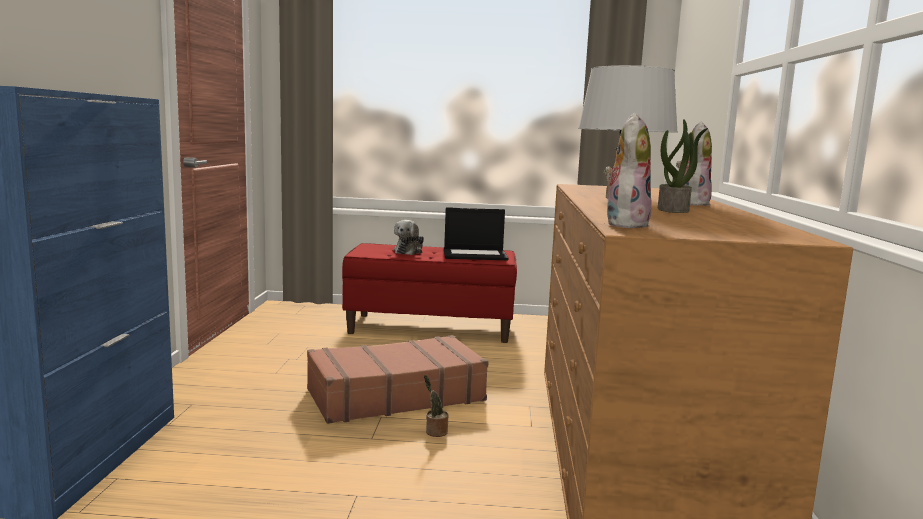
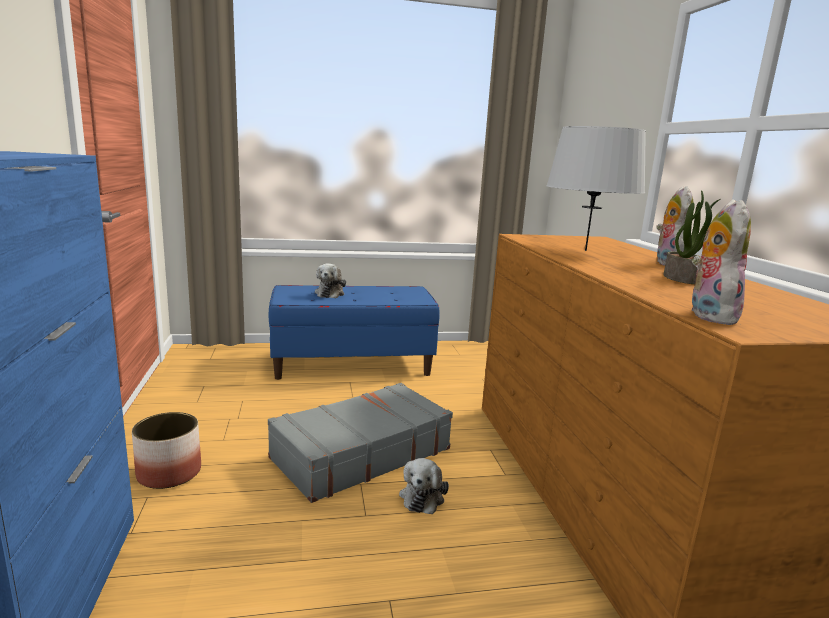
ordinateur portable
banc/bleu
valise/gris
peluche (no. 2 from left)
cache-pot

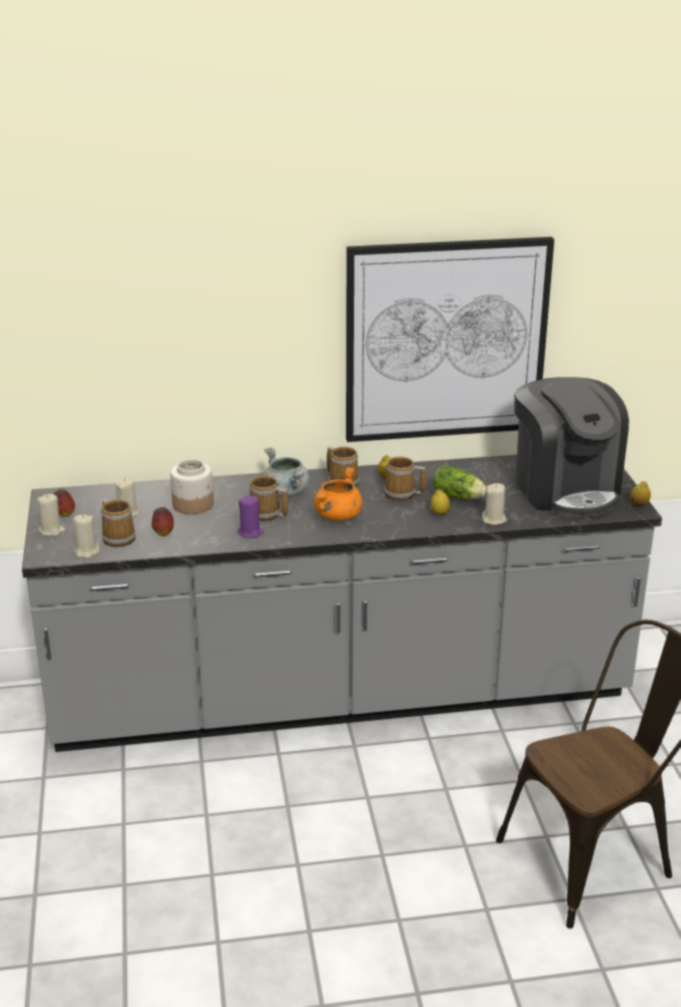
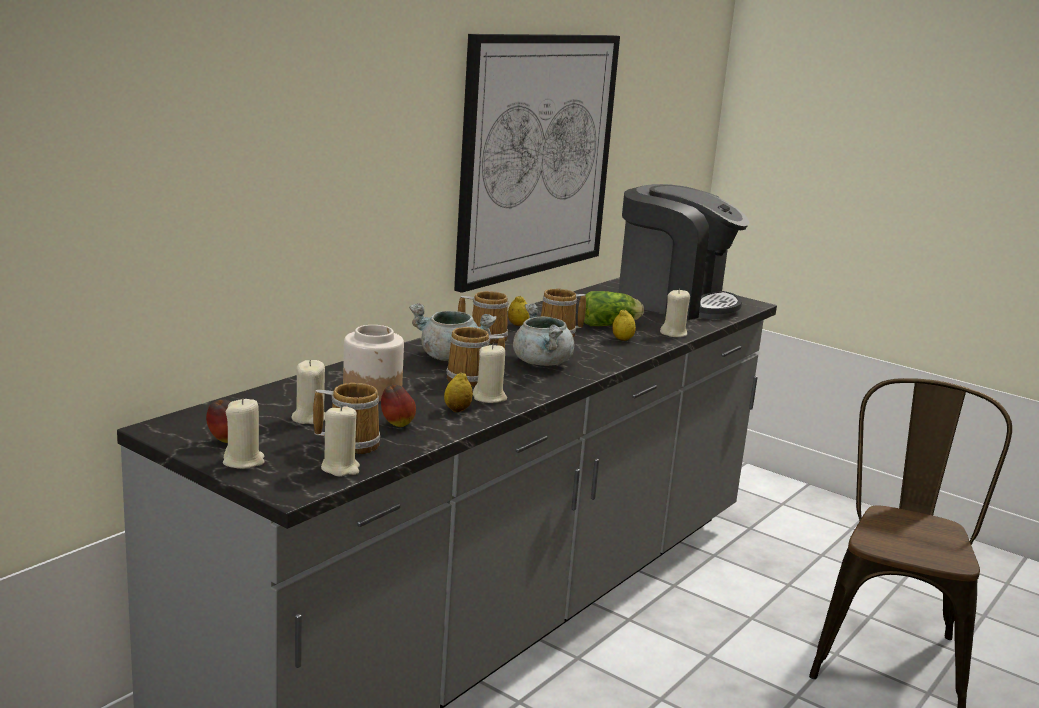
marmite/gris (no. 2 from left)
citron (no. 1 from left)
bougie/beige (no. 4 from left)

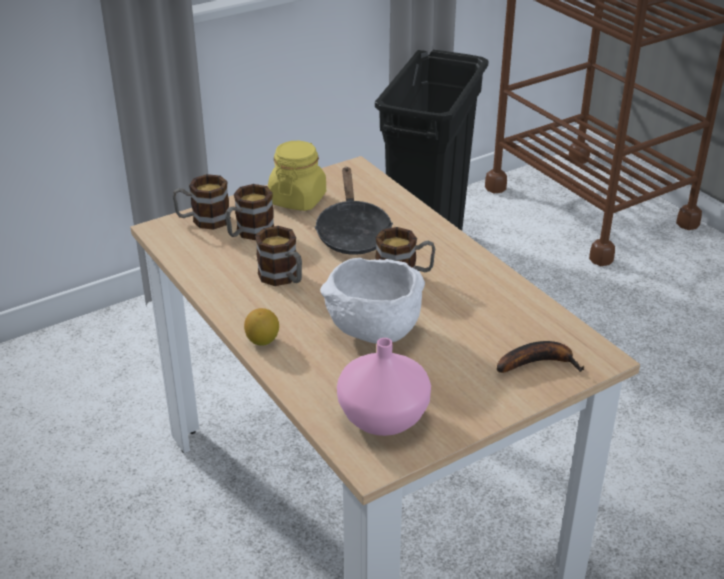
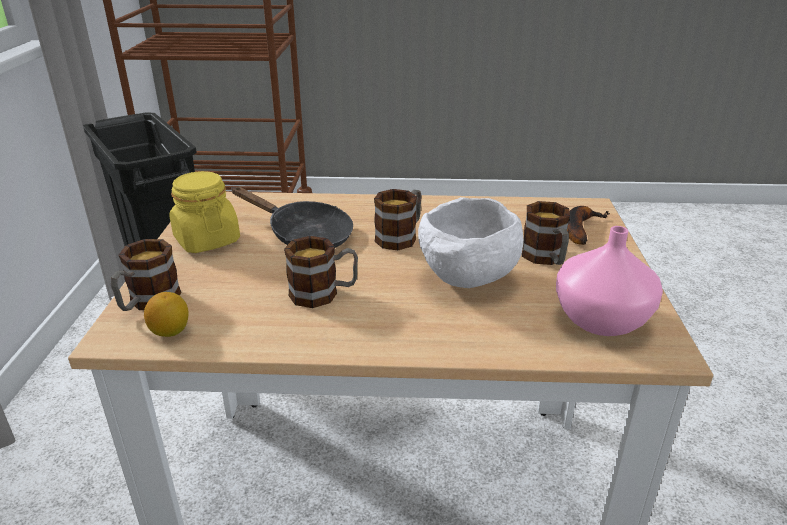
mug (no. 4 from left)
citron

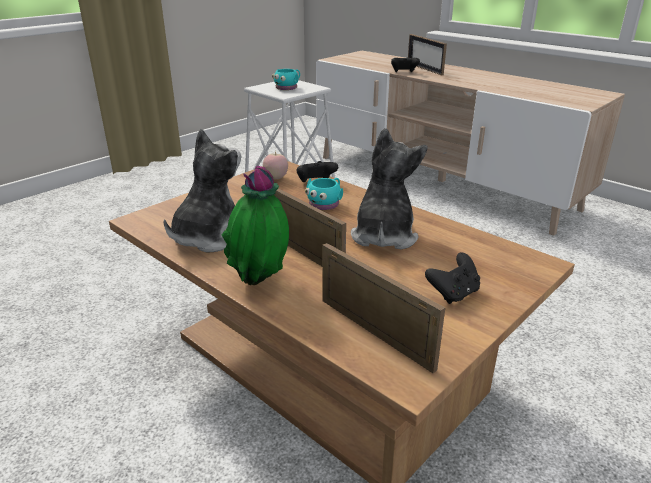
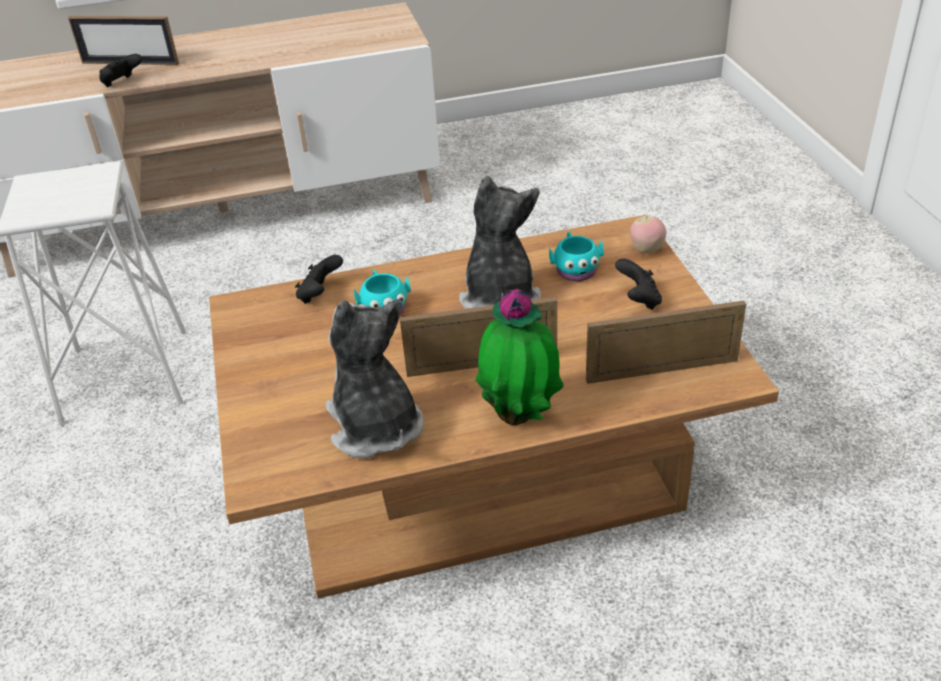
mug/turquoise (no. 2 from left)
peluche (no. 2 from left)
pomme

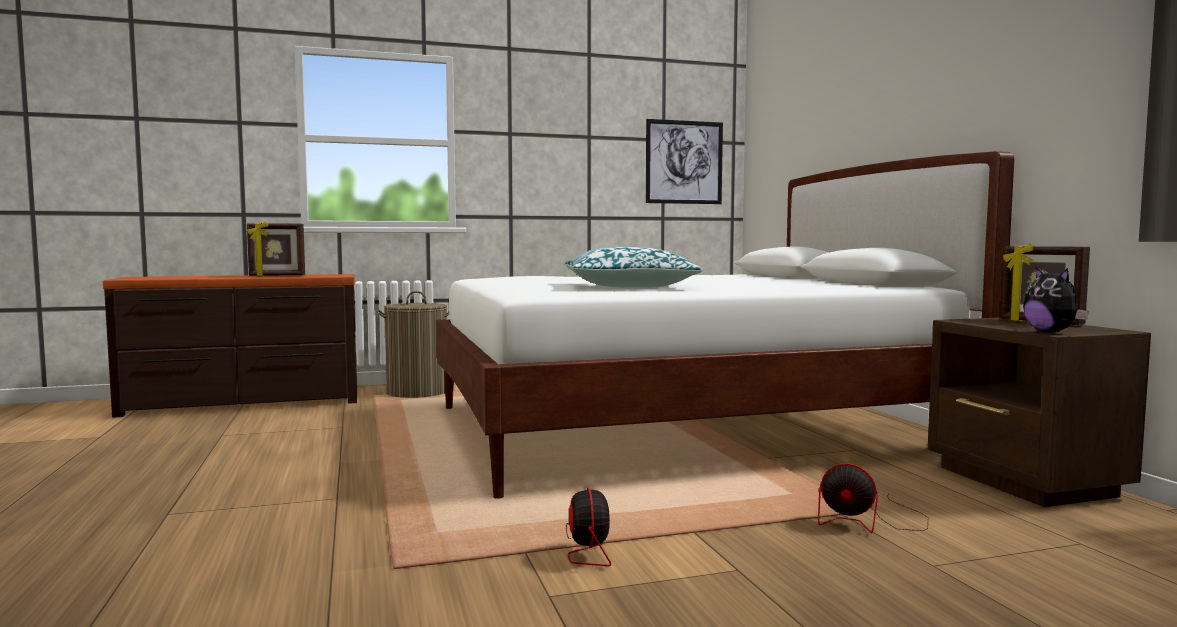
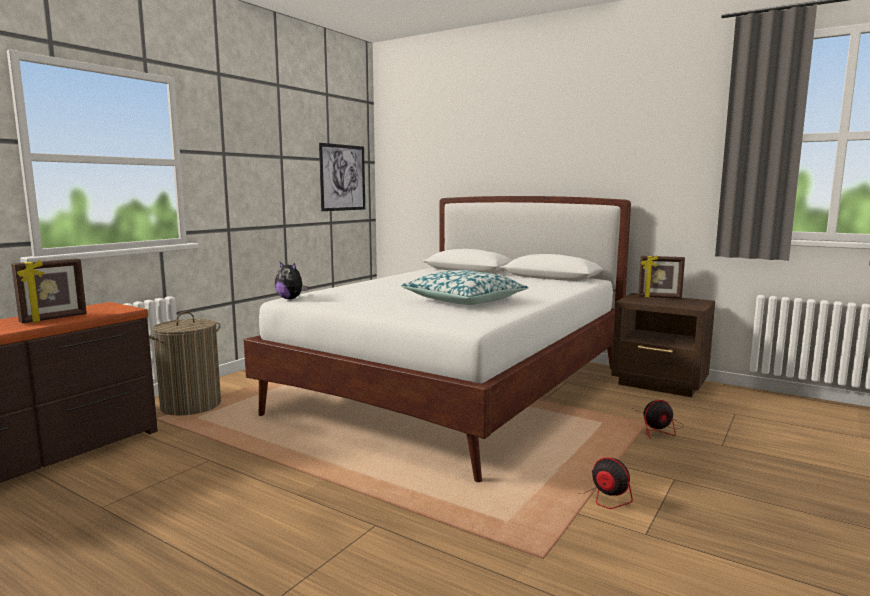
peluche

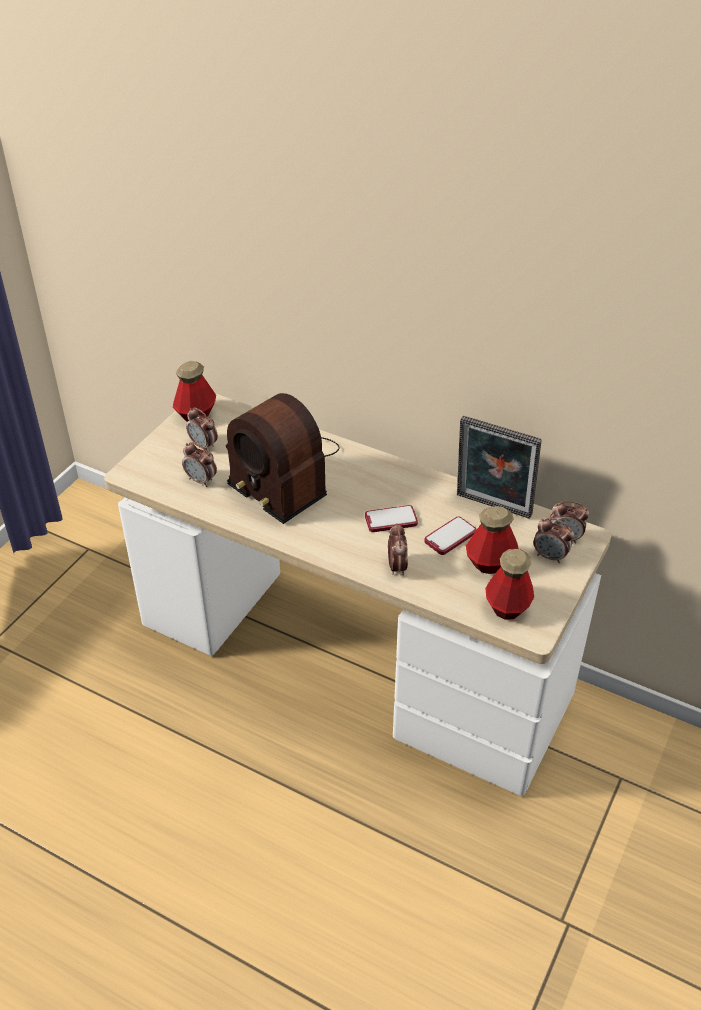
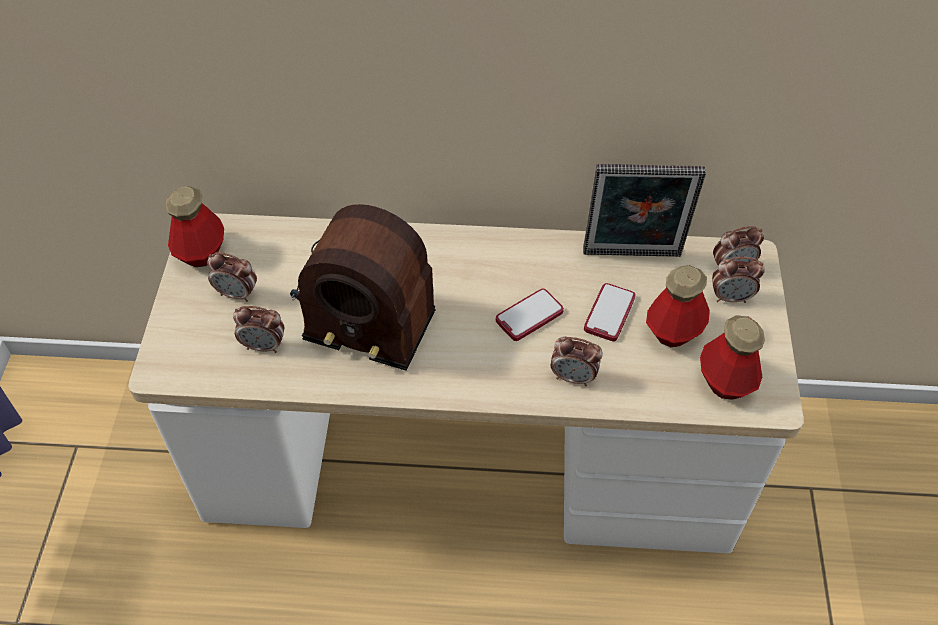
réveil (no. 3 from left)

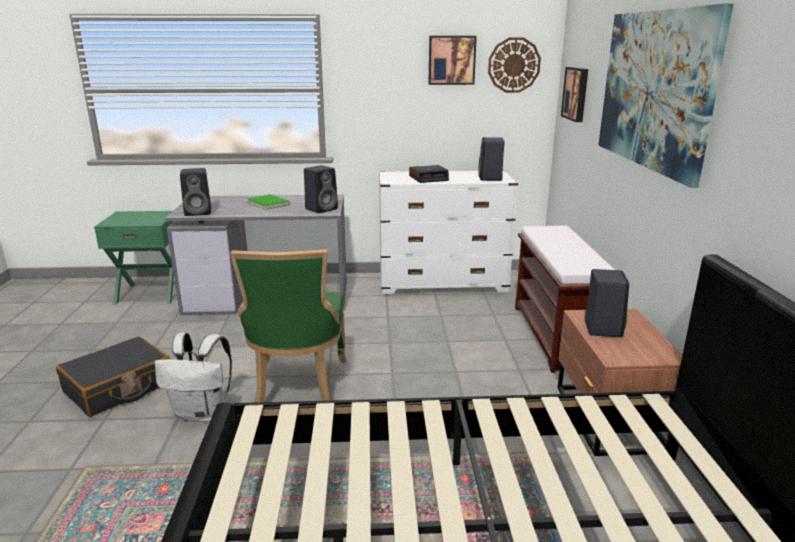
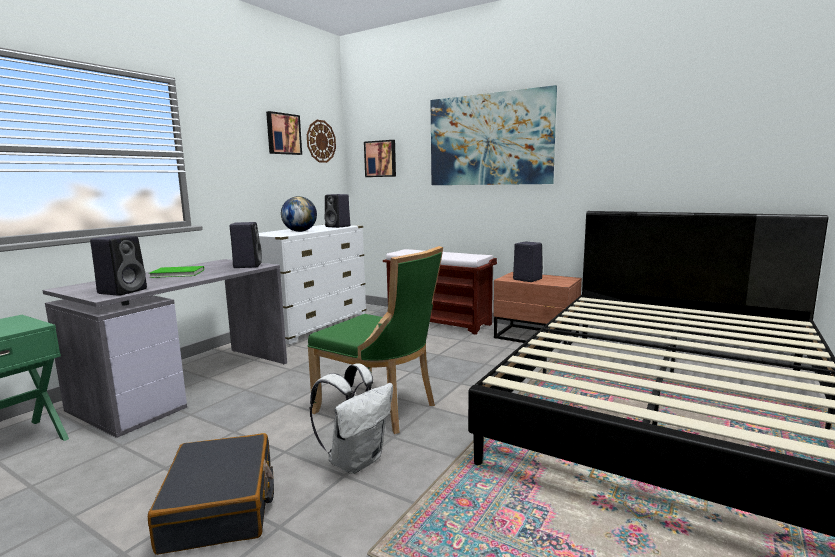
globe

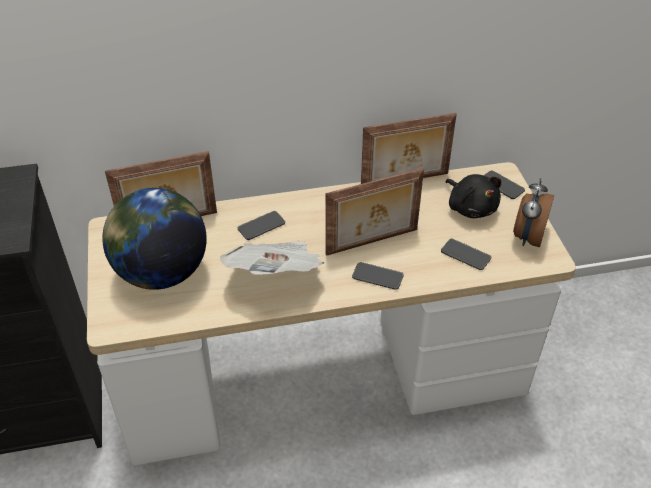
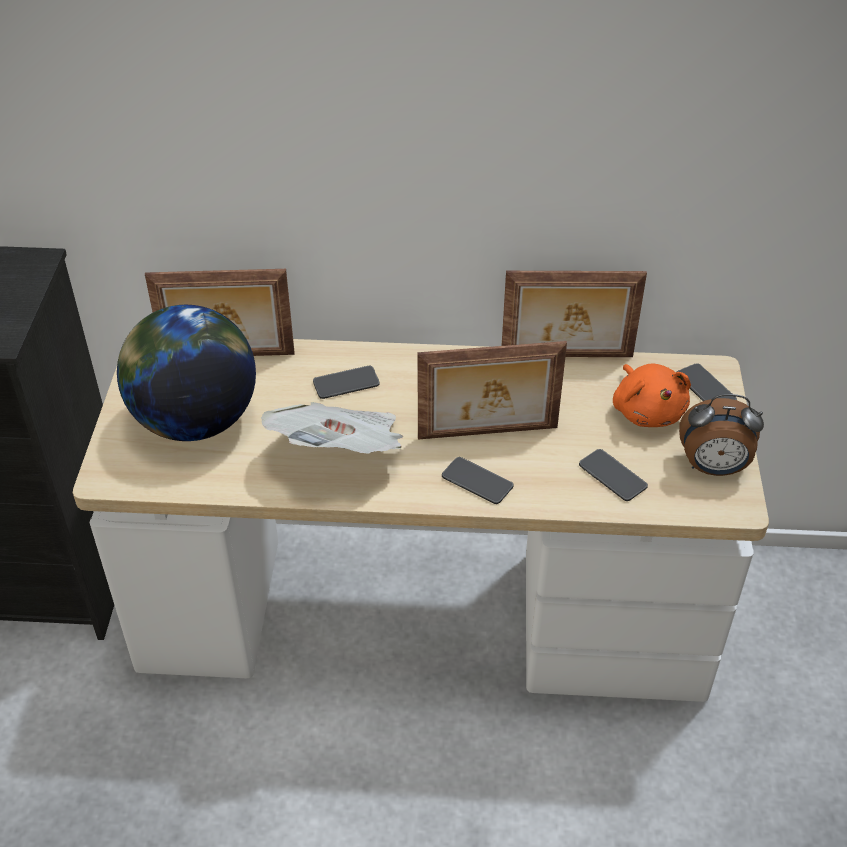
peluche/orange
réveil

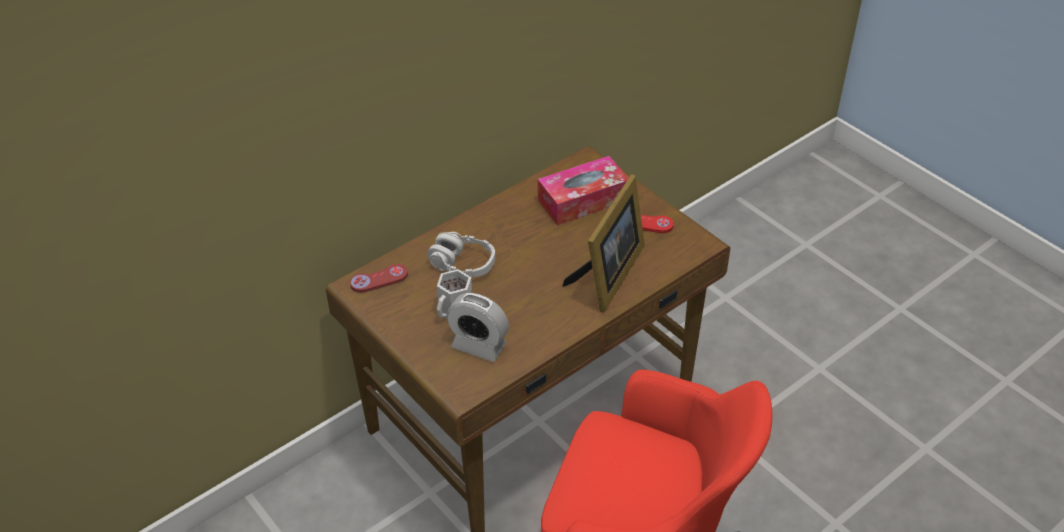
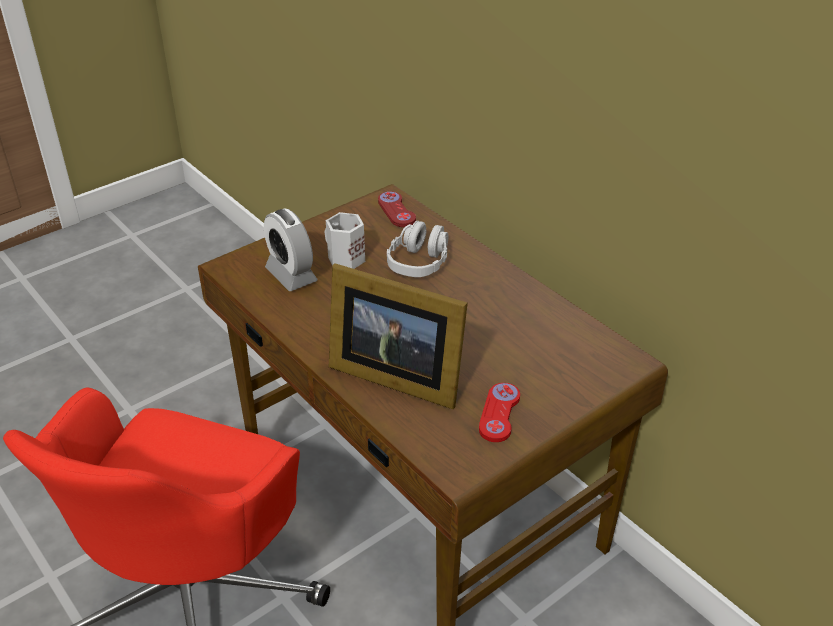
boîte à mouchoirs
réveil

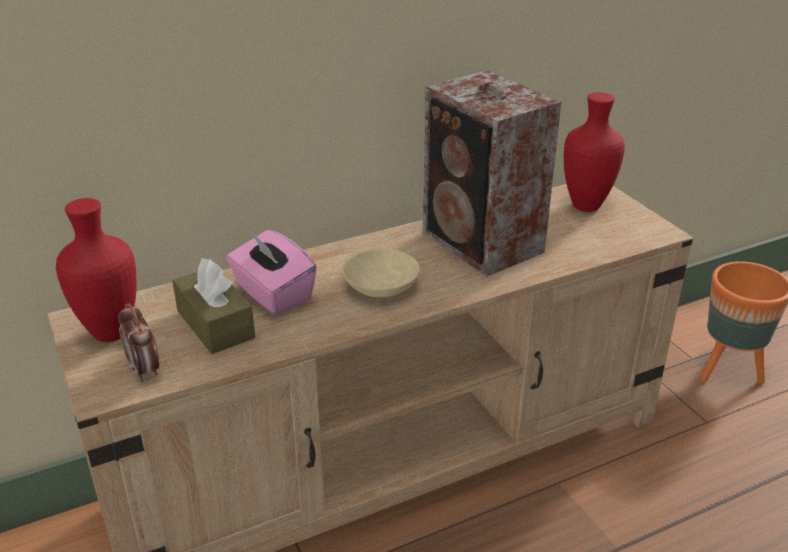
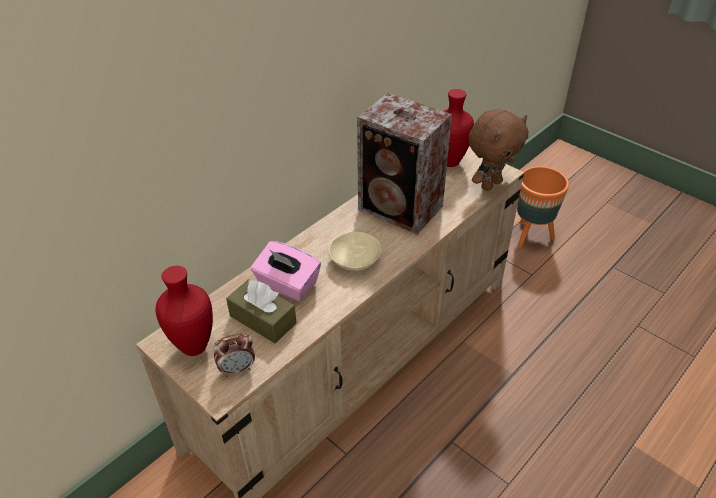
réveil
peluche/marron

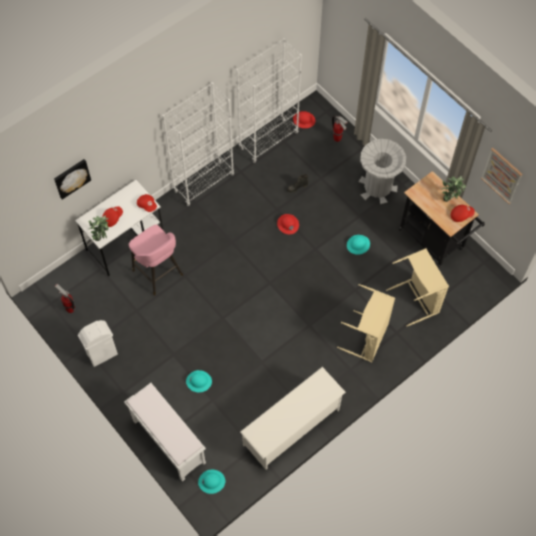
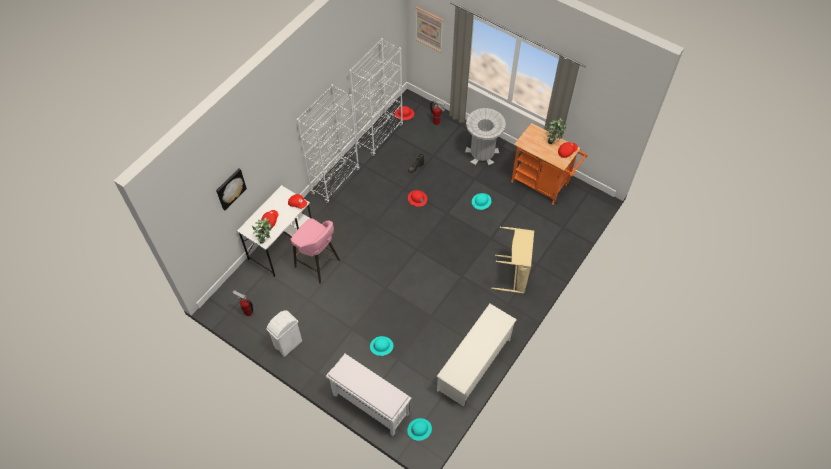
tableau (no. 2 from left)
chariot/orange
panier à linge/beige (no. 2 from left in the first image)

